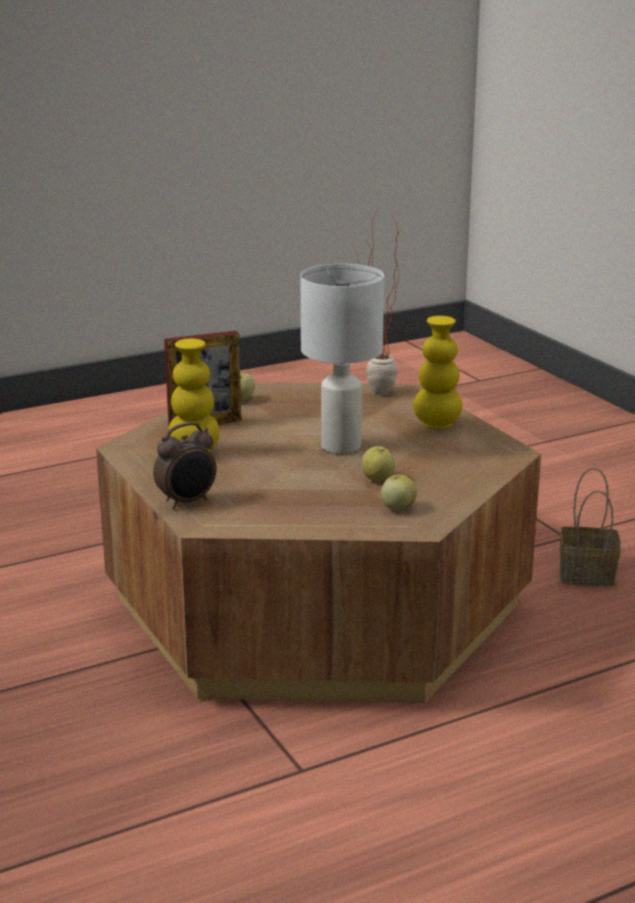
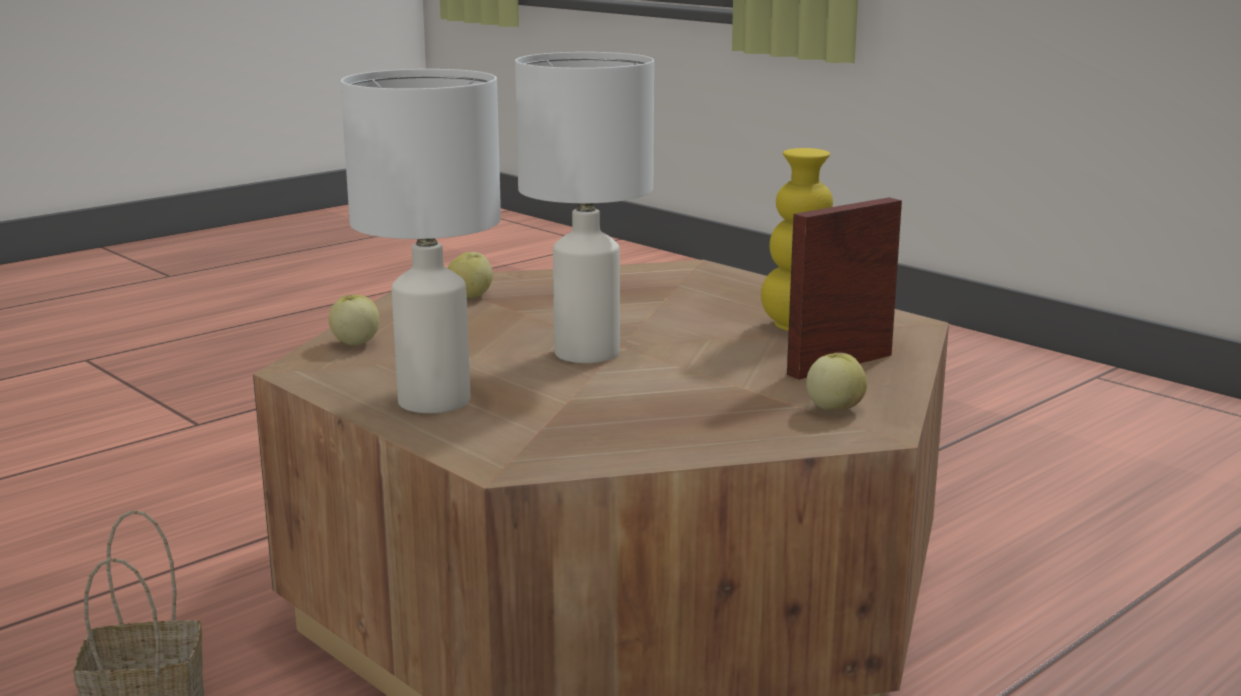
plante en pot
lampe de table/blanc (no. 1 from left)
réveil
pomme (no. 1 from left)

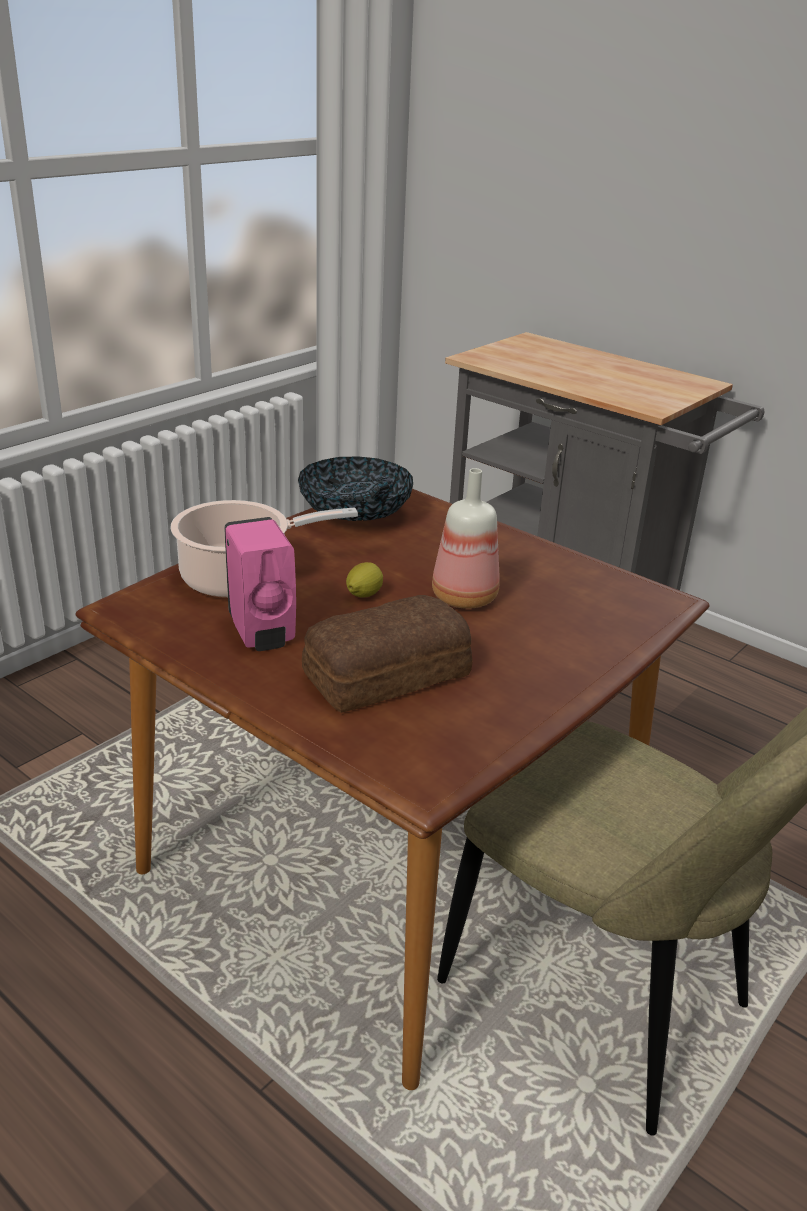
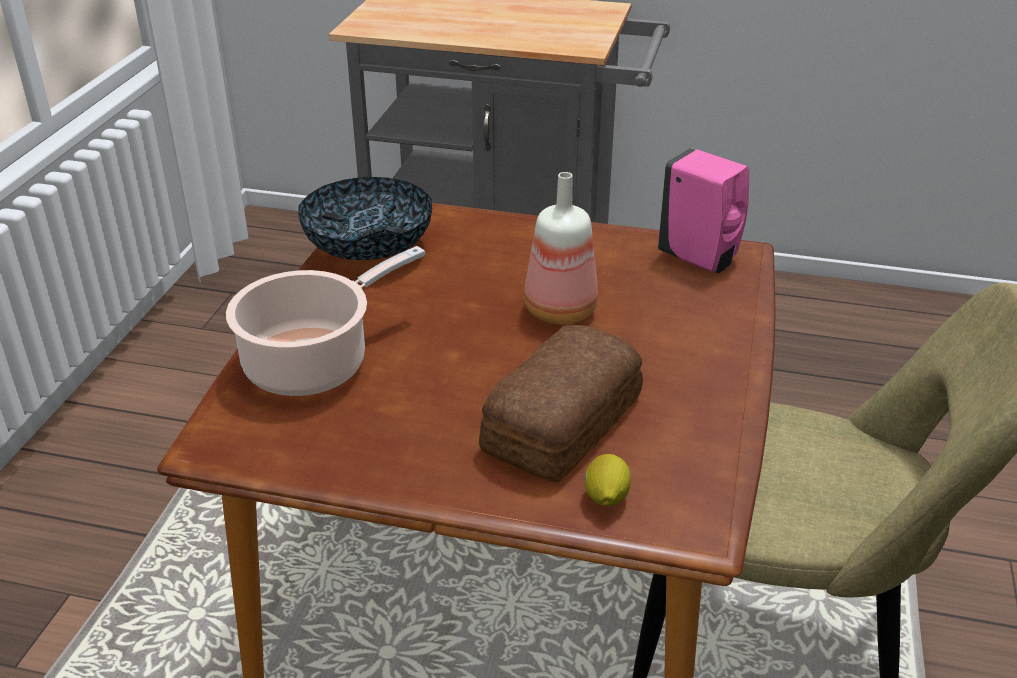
distributeur de savon/rose
citron

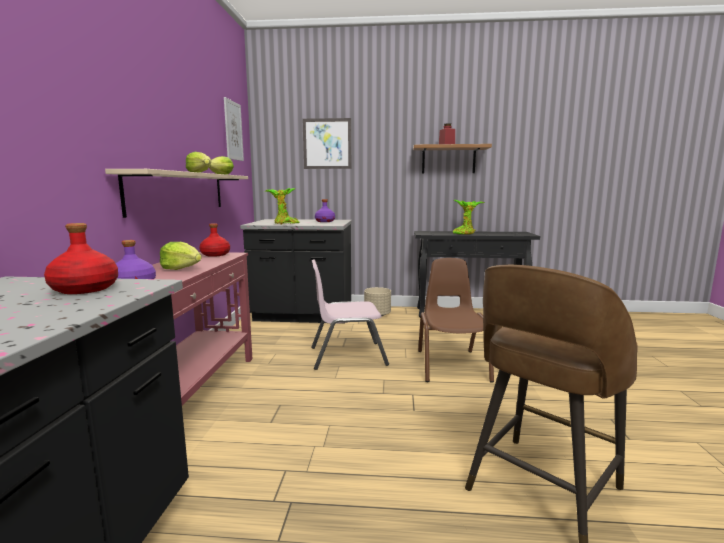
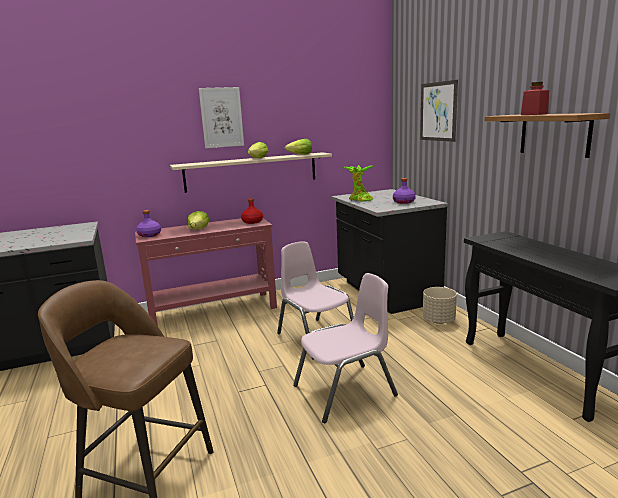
tableau (no. 1 from left)
plante en pot (no. 2 from left in the first image)
bouteille/rouge (no. 1 from left in the first image)
chaise/rose (no. 2 from left)

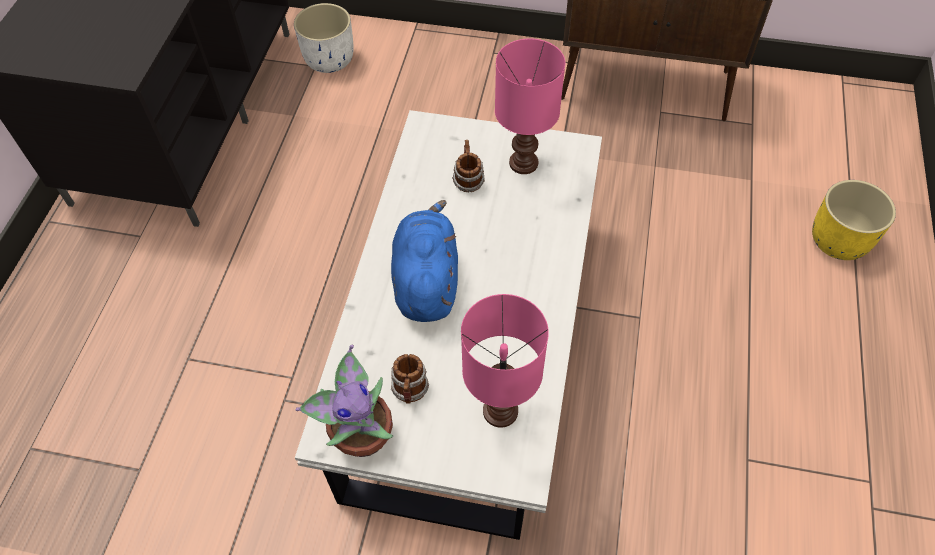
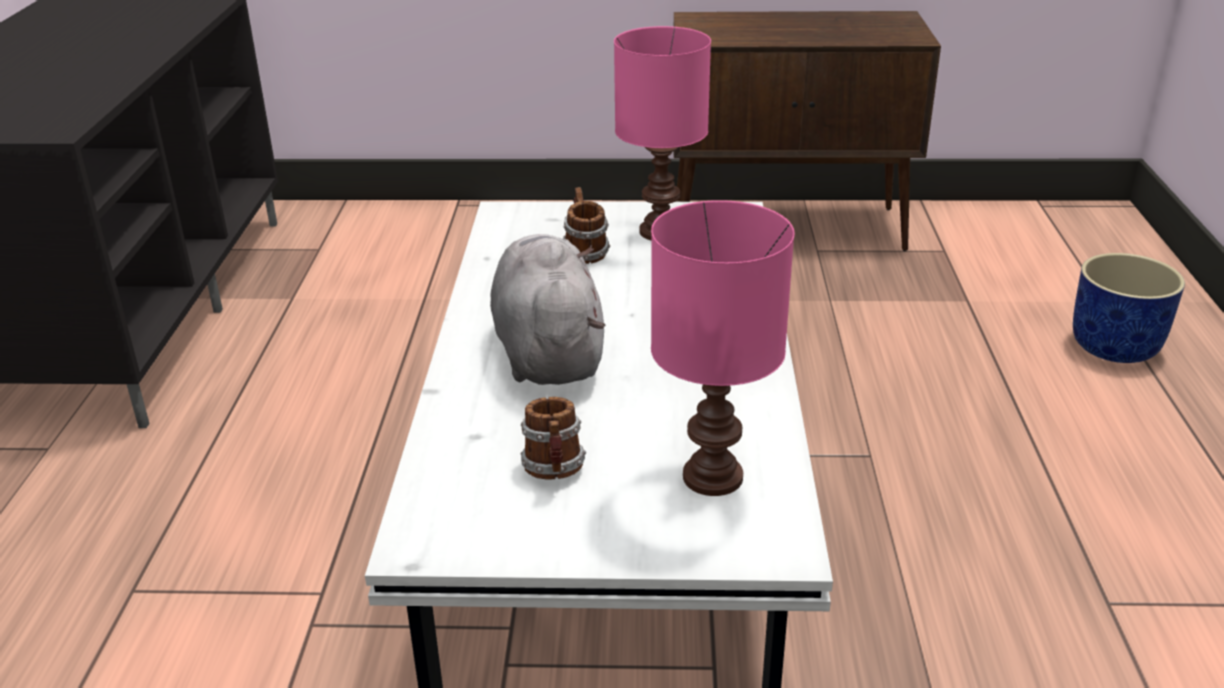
cache-pot/blanc
cache-pot/bleu
peluche/gris
plante en pot

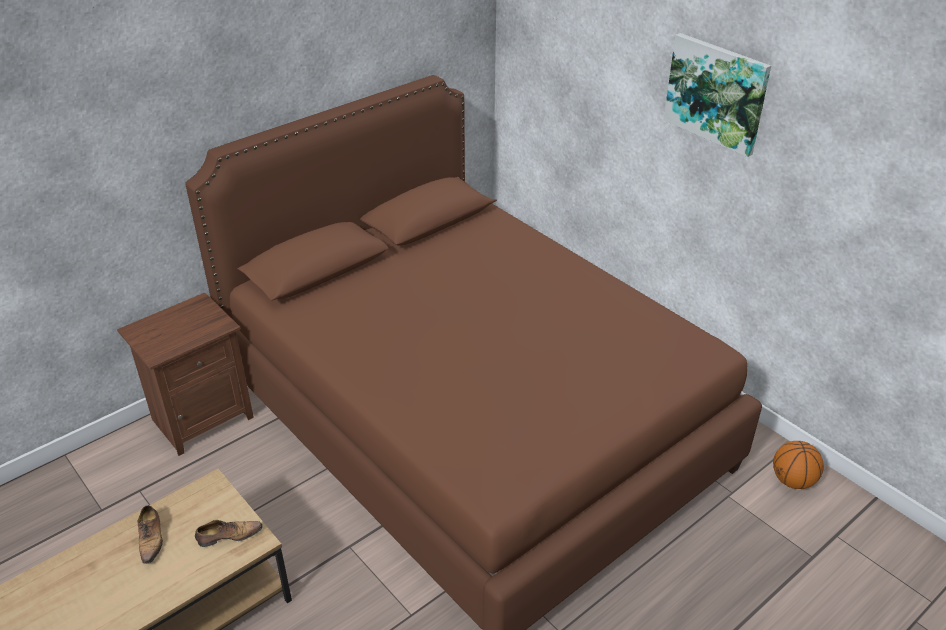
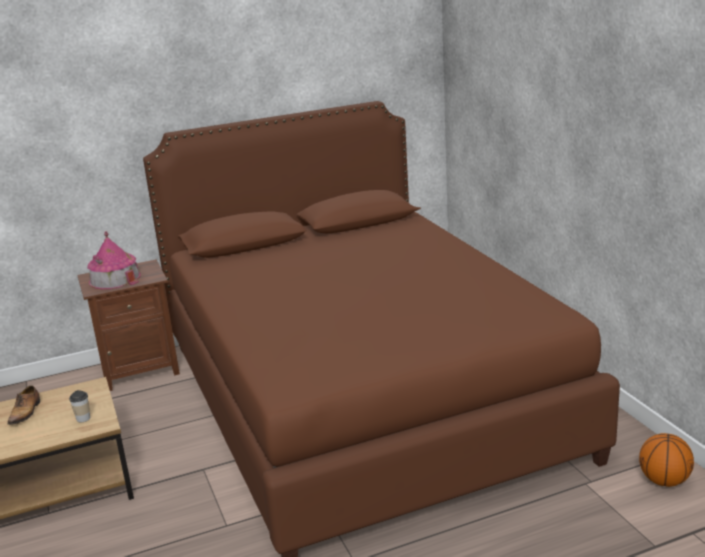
tableau
tasse
maison miniature

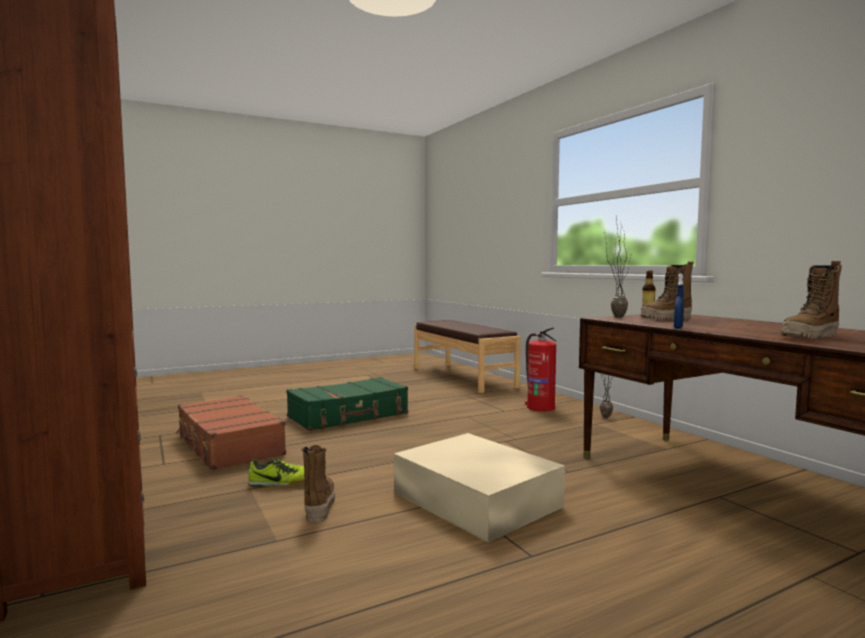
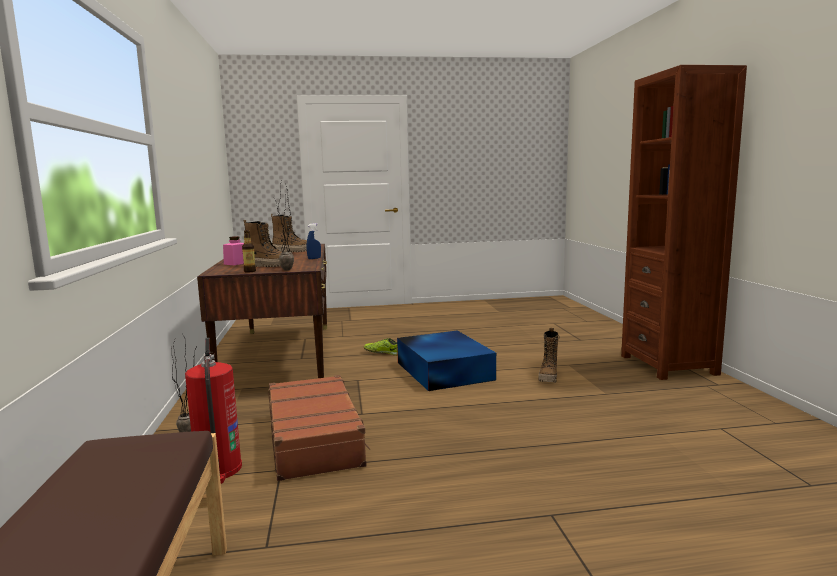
valise/vert
valise/marron
boîte de rangement/bleu
chaussure
bocal/rose

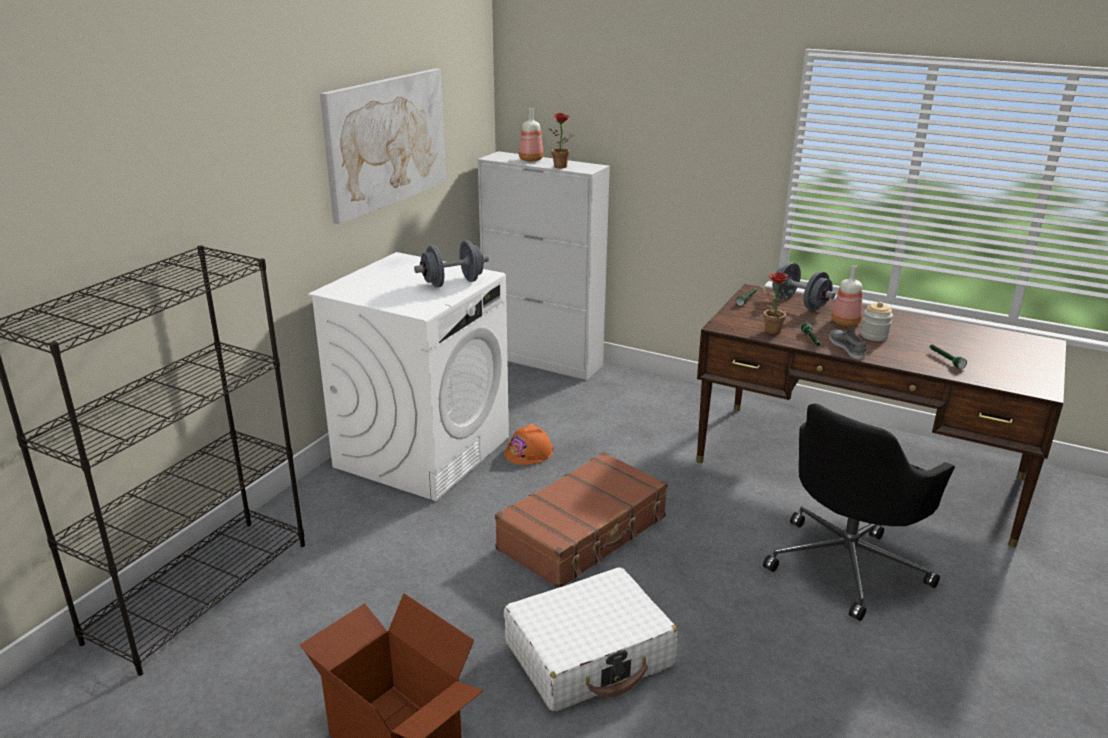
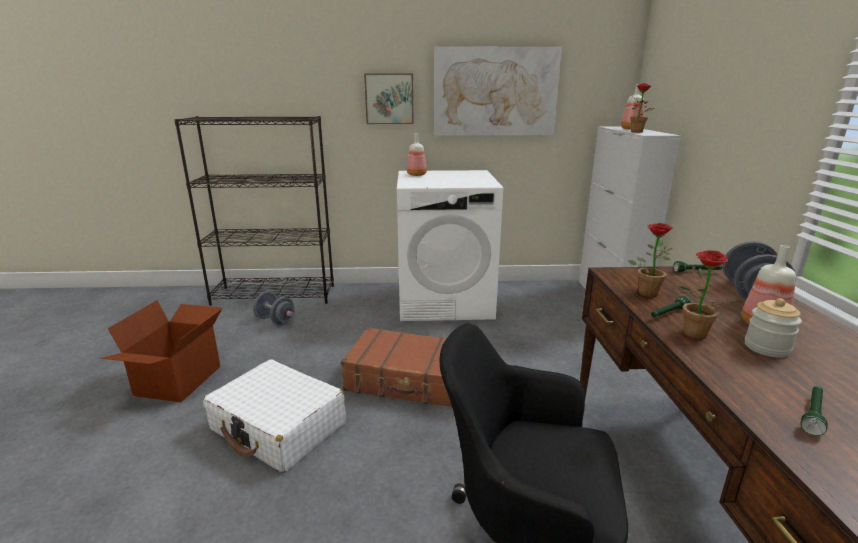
haltère/gris (no. 1 from left)
plante en pot (no. 3 from left)
casque de chantier/orange
tableau (no. 1 from left)
bouteille (no. 1 from left)

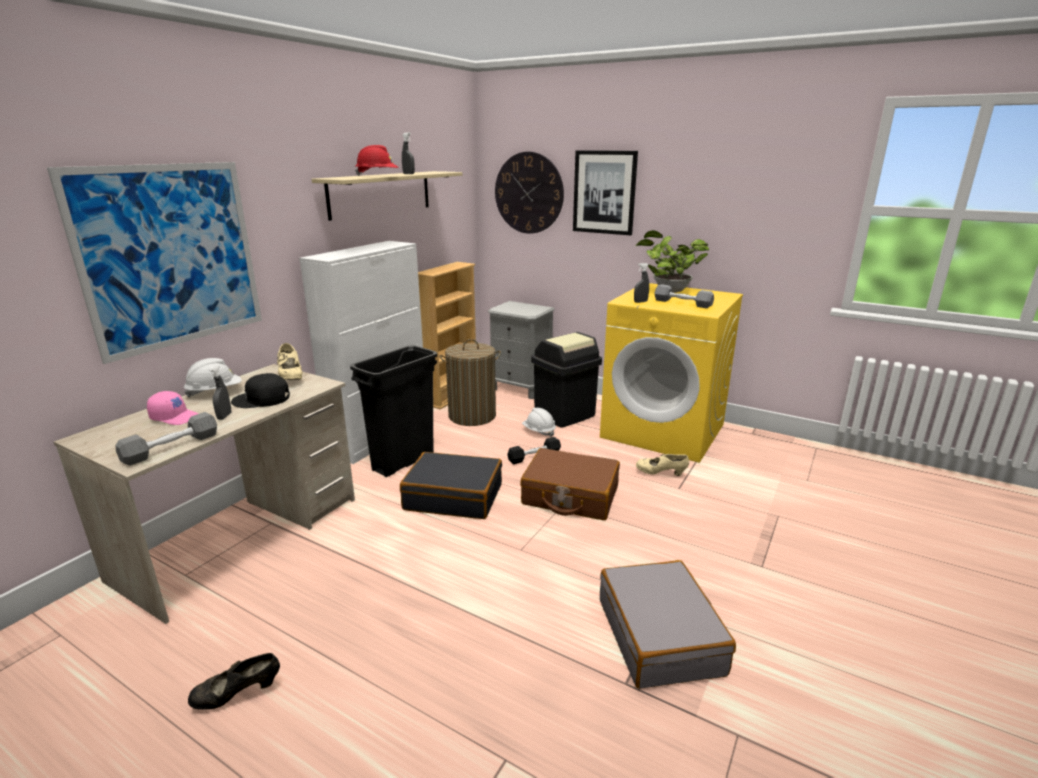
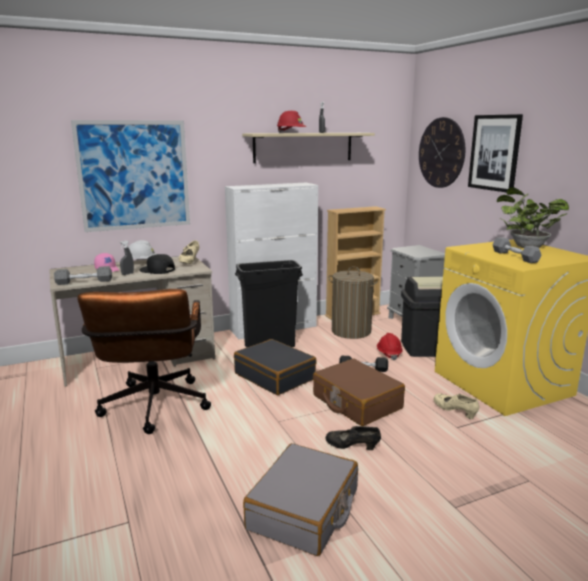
vaporisateur/gris (no. 3 from left in the first image)
casque de chantier/rouge (no. 2 from left)
chaussure/noir
chaise de bureau/marron

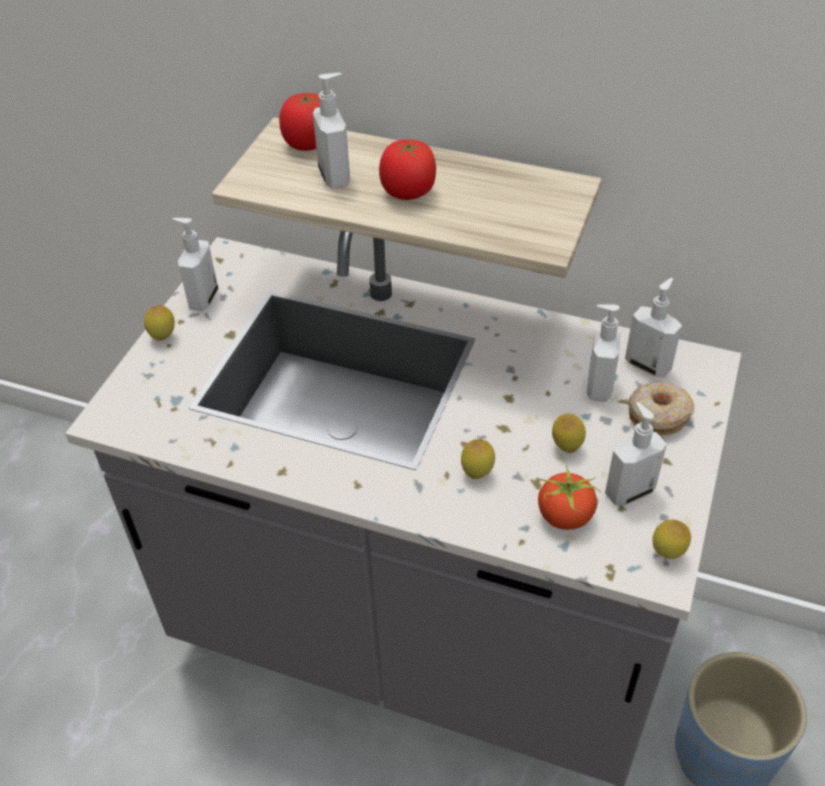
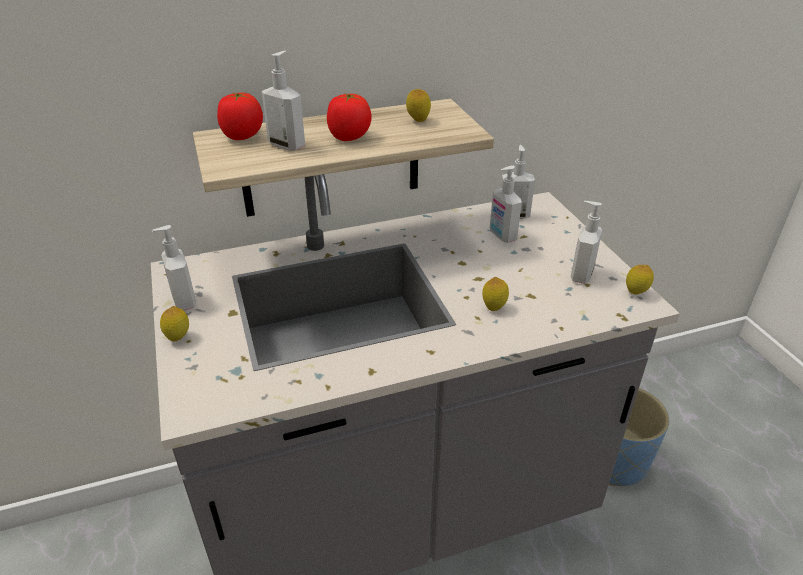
beignet
citron (no. 2 from left)
tomate (no. 3 from left in the first image)

